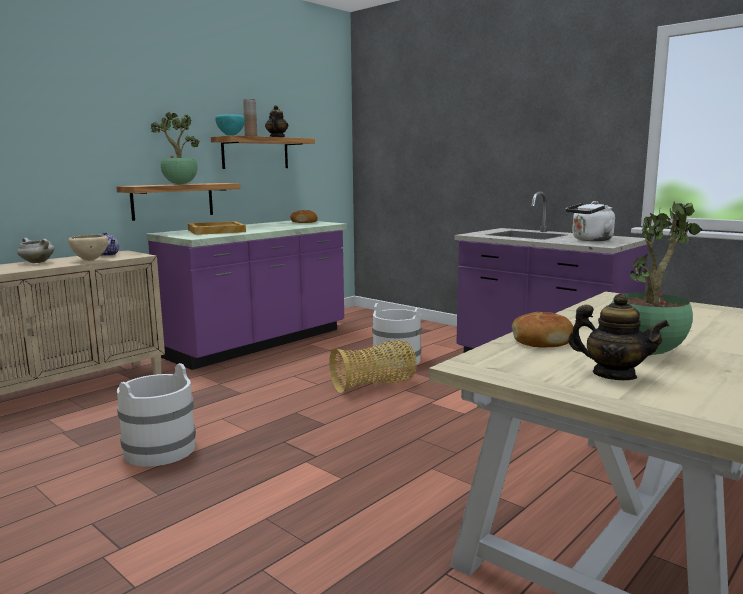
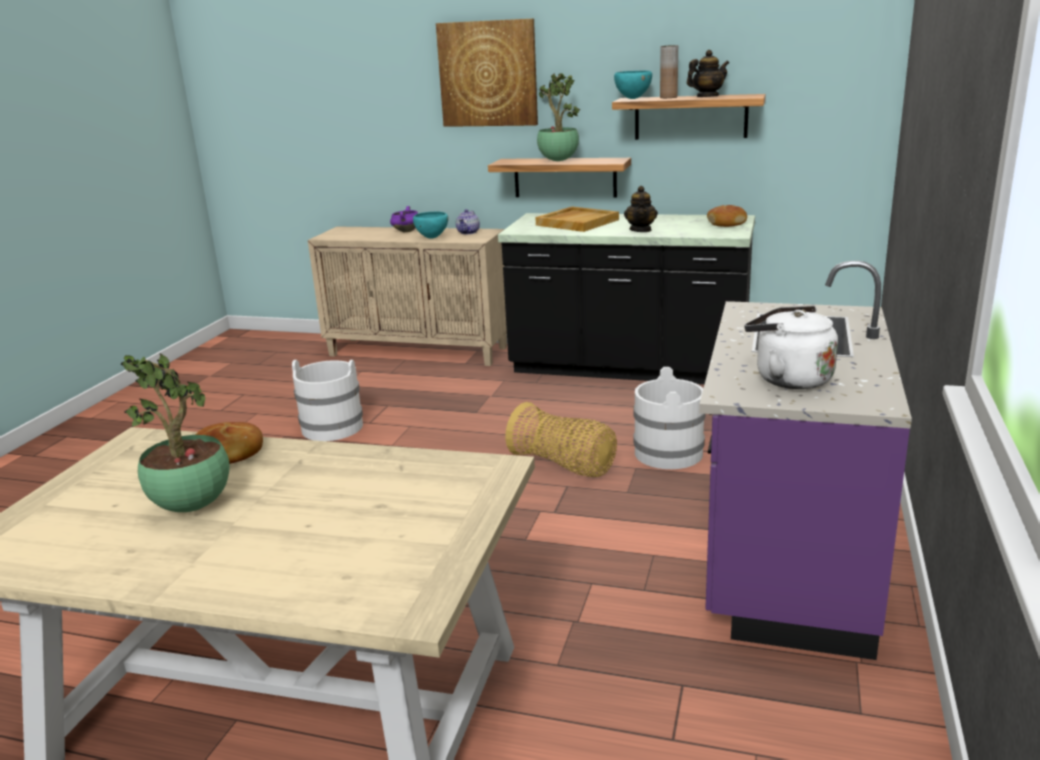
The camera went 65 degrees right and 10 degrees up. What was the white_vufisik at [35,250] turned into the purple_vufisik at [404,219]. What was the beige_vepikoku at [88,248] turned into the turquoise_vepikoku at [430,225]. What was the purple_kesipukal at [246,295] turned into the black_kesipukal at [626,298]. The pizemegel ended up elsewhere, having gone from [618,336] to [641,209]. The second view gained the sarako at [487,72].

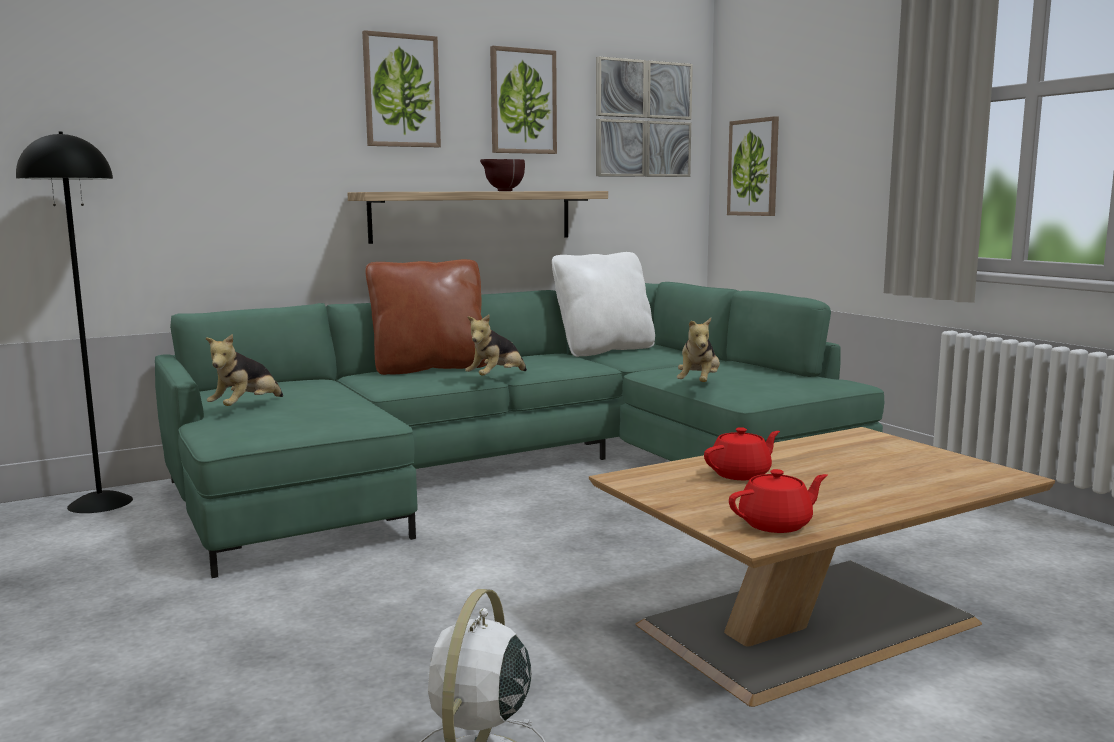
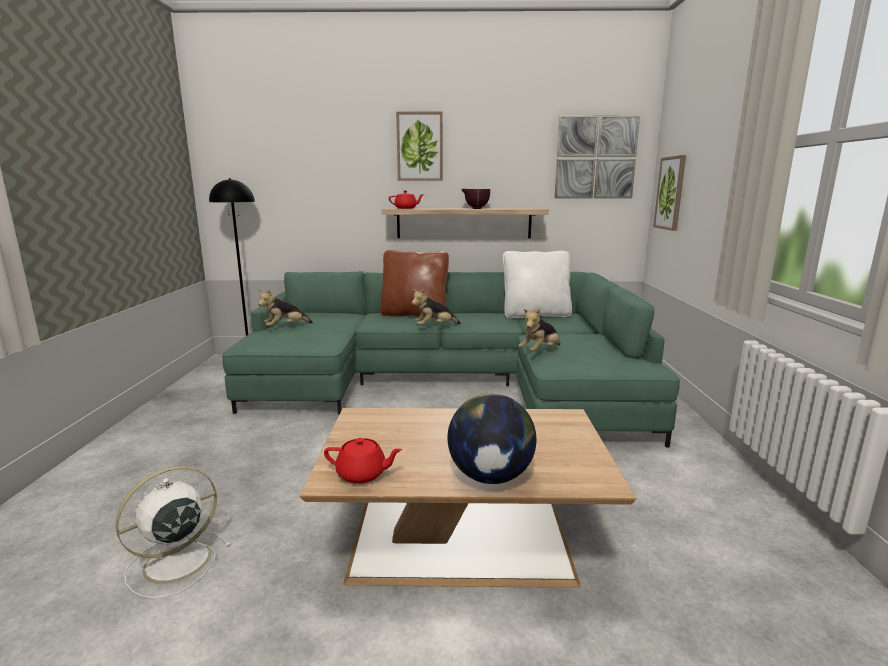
The camera went 30 degrees right and 5 degrees up. The second view lost the sarako at [523,100]. The red_pizemegel ended up elsewhere, having gone from [742,453] to [407,199]. The second view gained the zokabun at [491,439].

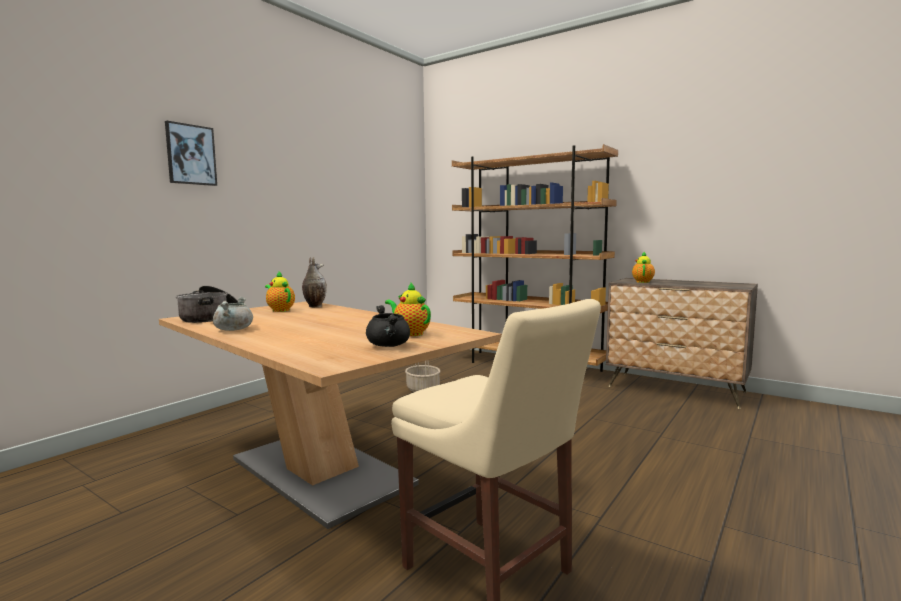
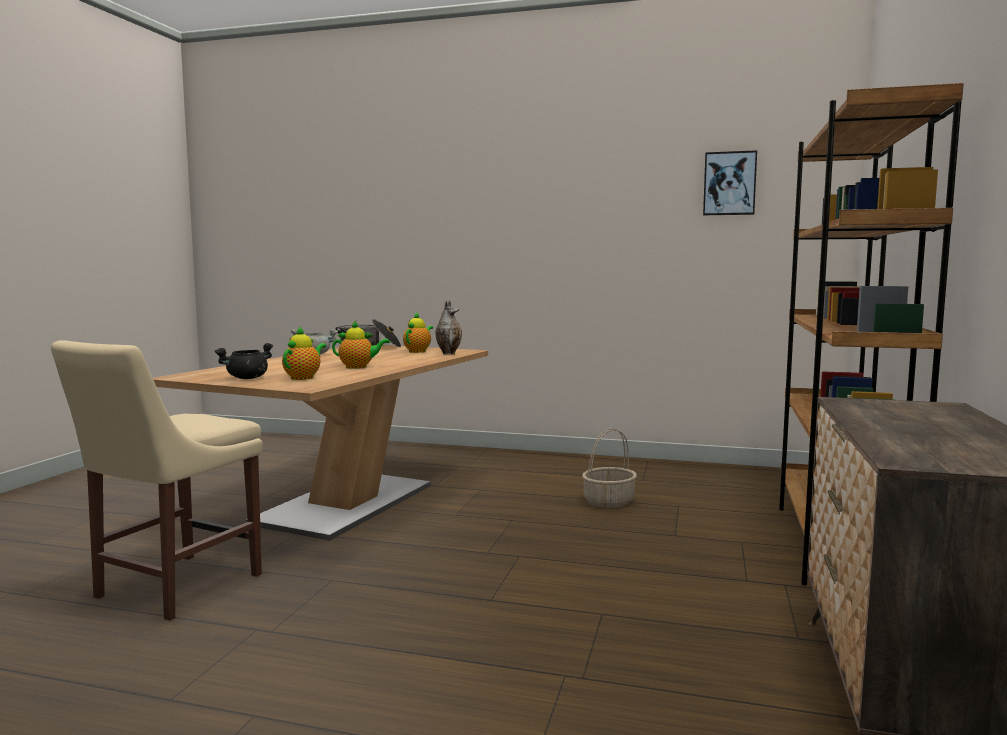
The camera went 70 degrees right and 0 degrees up. The sarako ended up elsewhere, having gone from [191,153] to [730,182]. The pizemegel ended up elsewhere, having gone from [643,267] to [361,345].

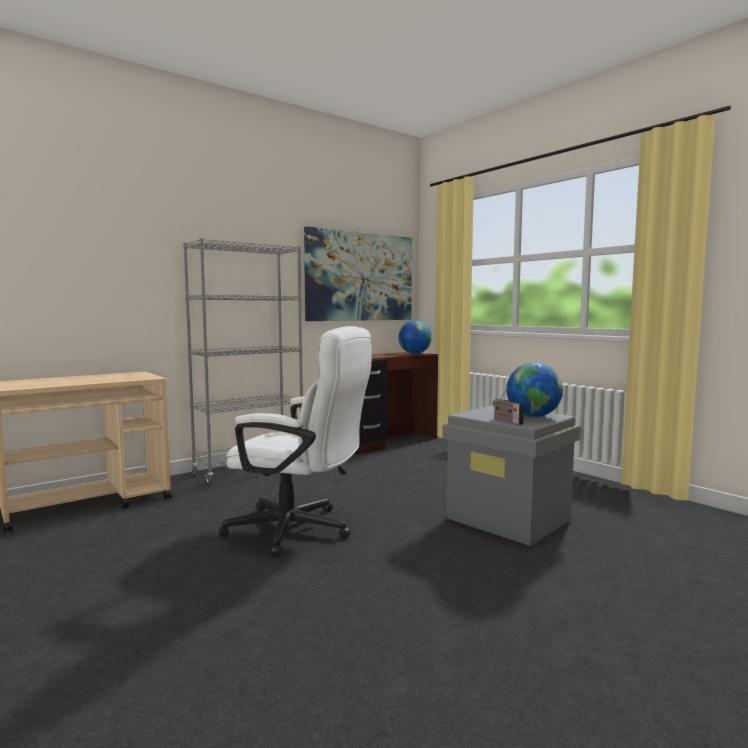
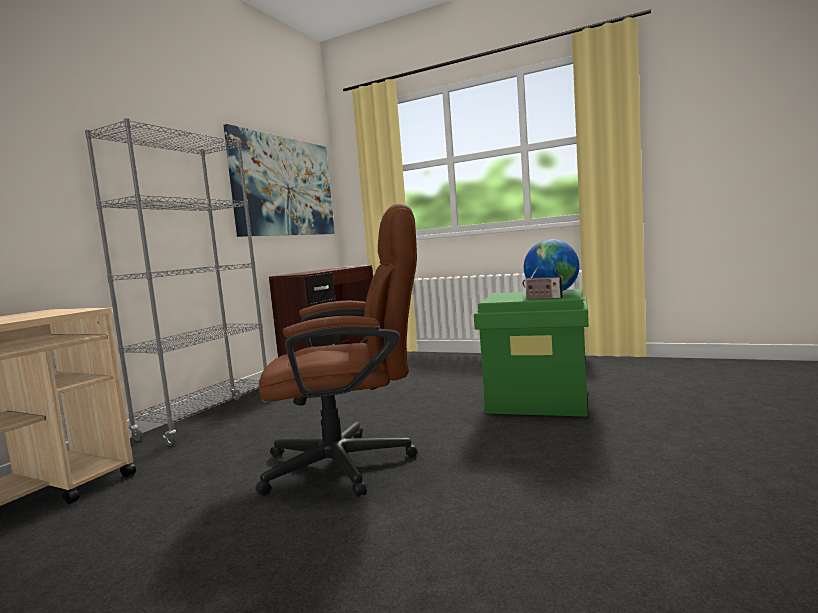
The camera went 25 degrees left and 0 degrees up. What was the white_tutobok at [295,441] turned into the brown_tutobok at [336,350]. The second view lost the zokabun at [415,337]. What was the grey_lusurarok at [511,475] turned into the green_lusurarok at [531,353].

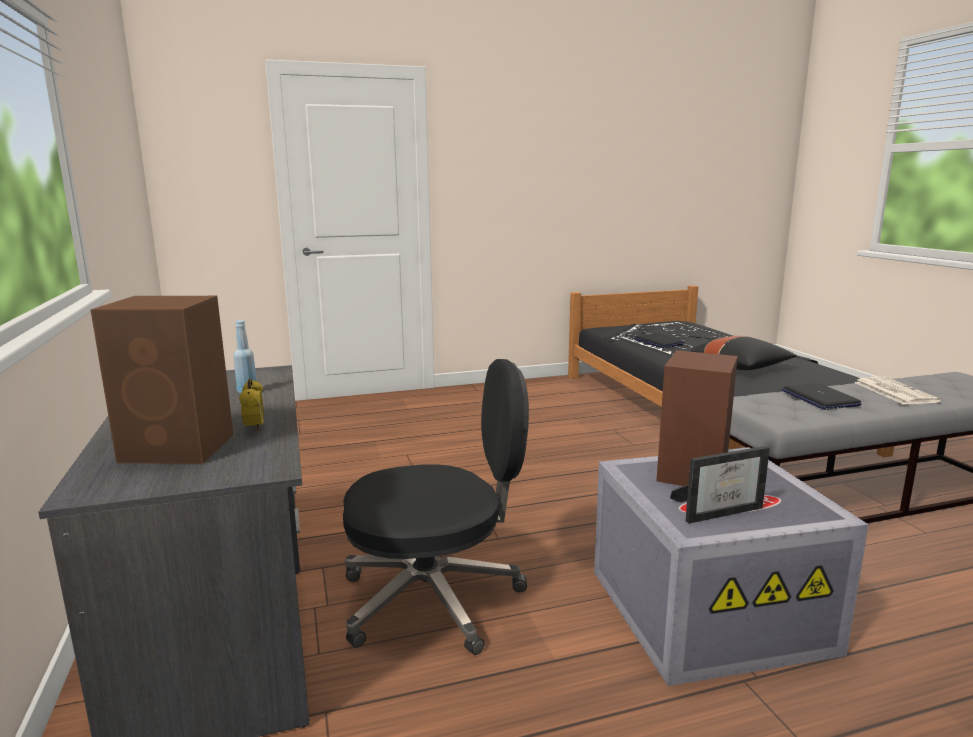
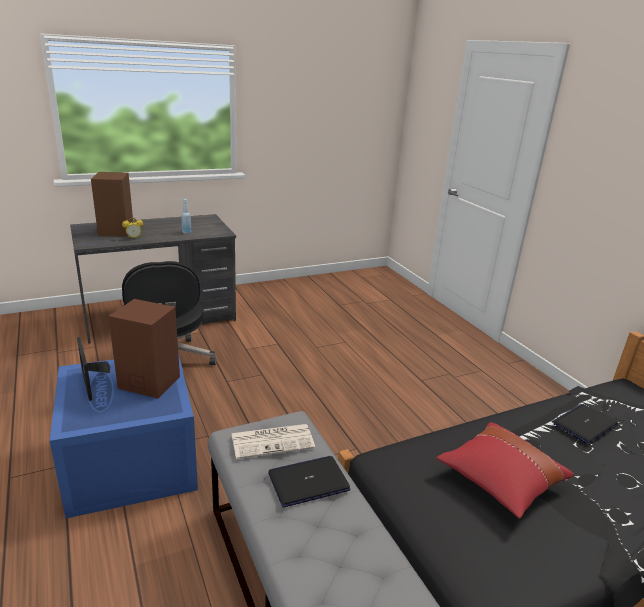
The camera went 80 degrees right and 10 degrees up. What was the grey_lusurarok at [731,566] turned into the blue_lusurarok at [124,436]. What was the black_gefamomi at [744,353] turned into the red_gefamomi at [505,470]. The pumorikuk ended up elsewhere, having gone from [897,390] to [273,441].

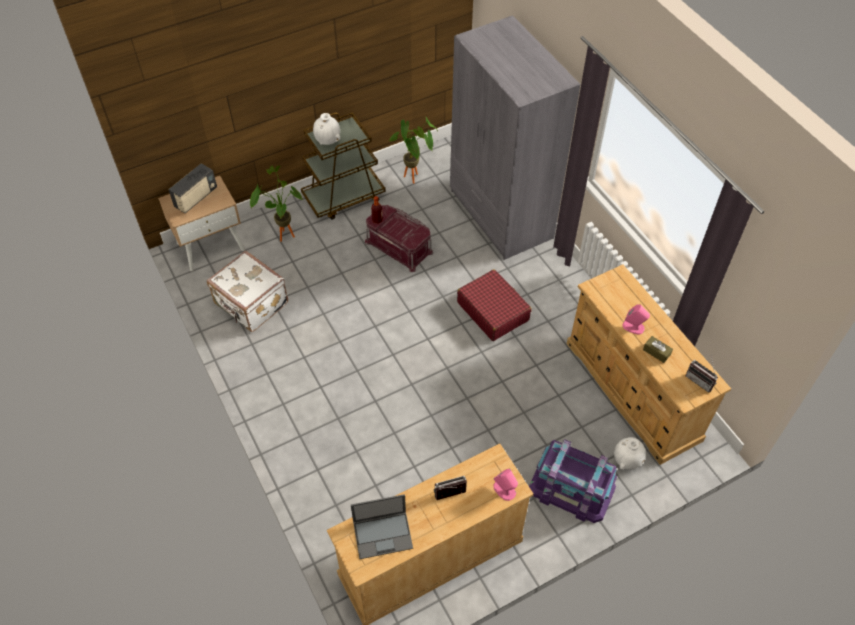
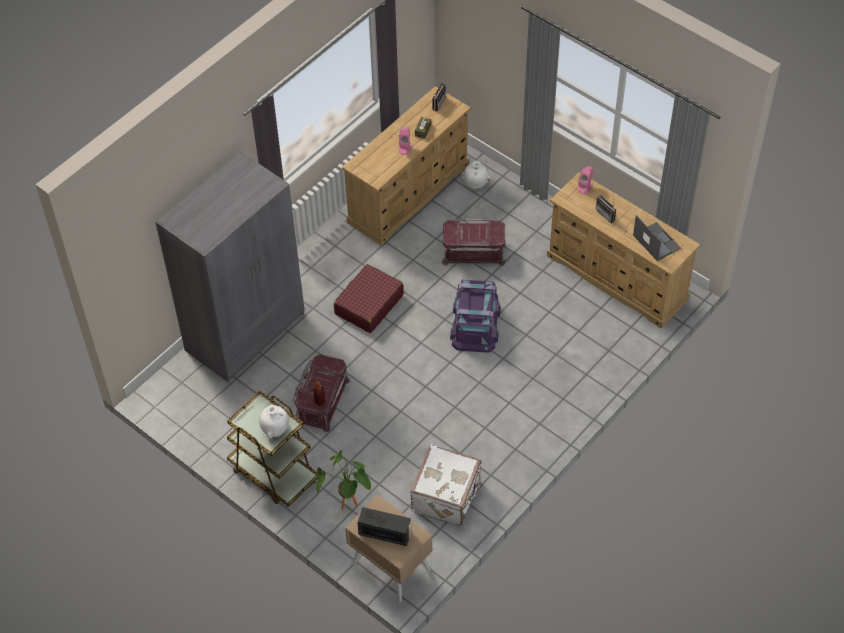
The camera went 110 degrees left and 0 degrees up. The second view lost the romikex at [413,150]. The purple_lusurarok ended up elsewhere, having gone from [573,481] to [475,316]. The second view gained the red_lusurarok at [474,242].

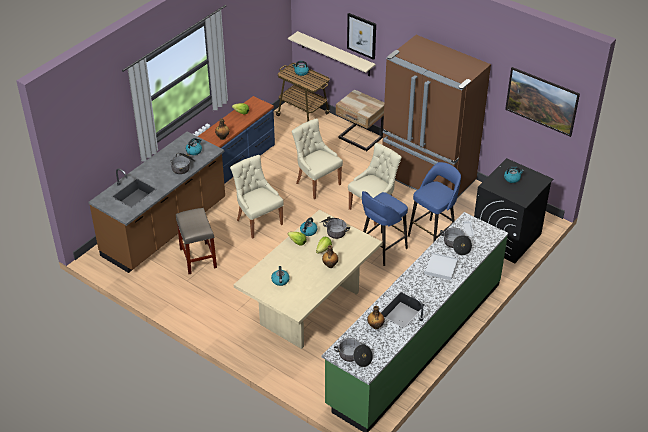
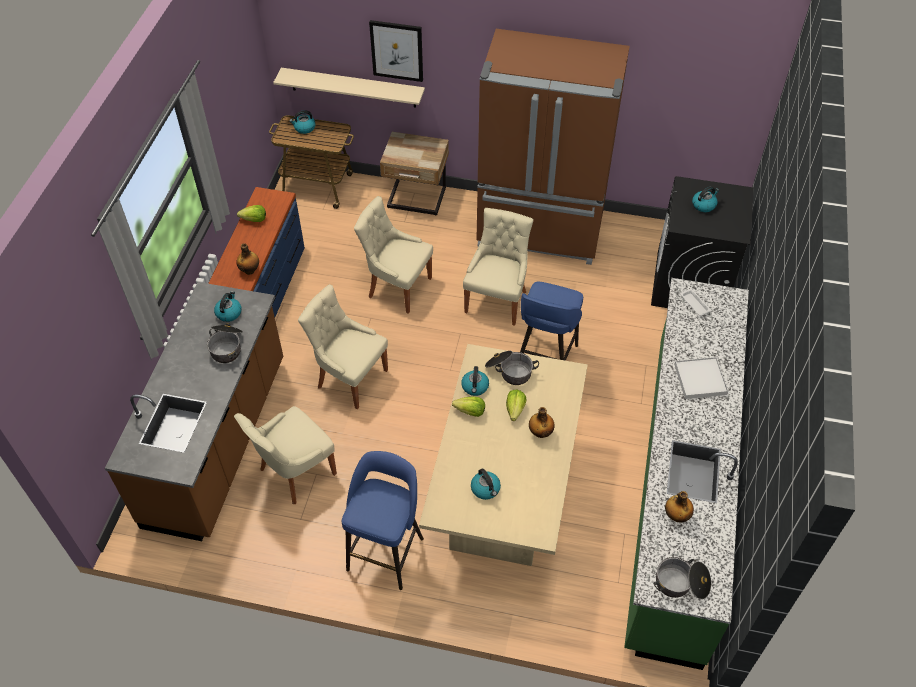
The camera went 25 degrees left and 10 degrees up. Where the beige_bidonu stood at [196,241], the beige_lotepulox came to stand at [285,455]. The blue_bidonu ended up elsewhere, having gone from [434,202] to [383,520]. The second view lost the vufisik at [456,241]. The second view lost the sarako at [542,102].

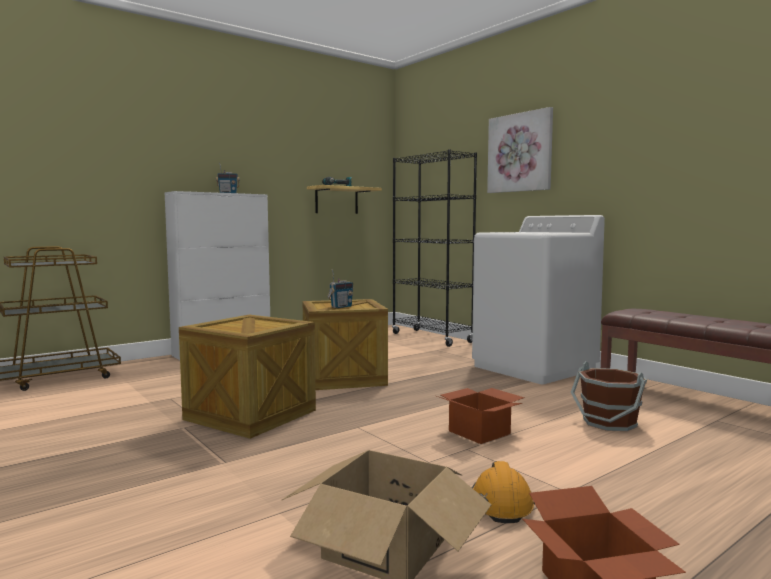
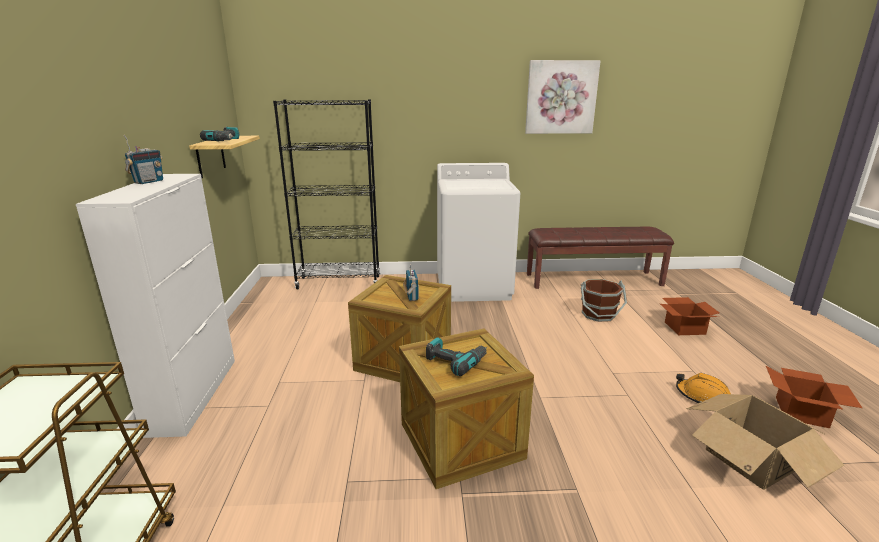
The camera went 55 degrees left and 15 degrees up. The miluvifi ended up elsewhere, having gone from [481,416] to [689,316]. The sarako ended up elsewhere, having gone from [520,150] to [563,97]. The second view gained the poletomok at [456,356].

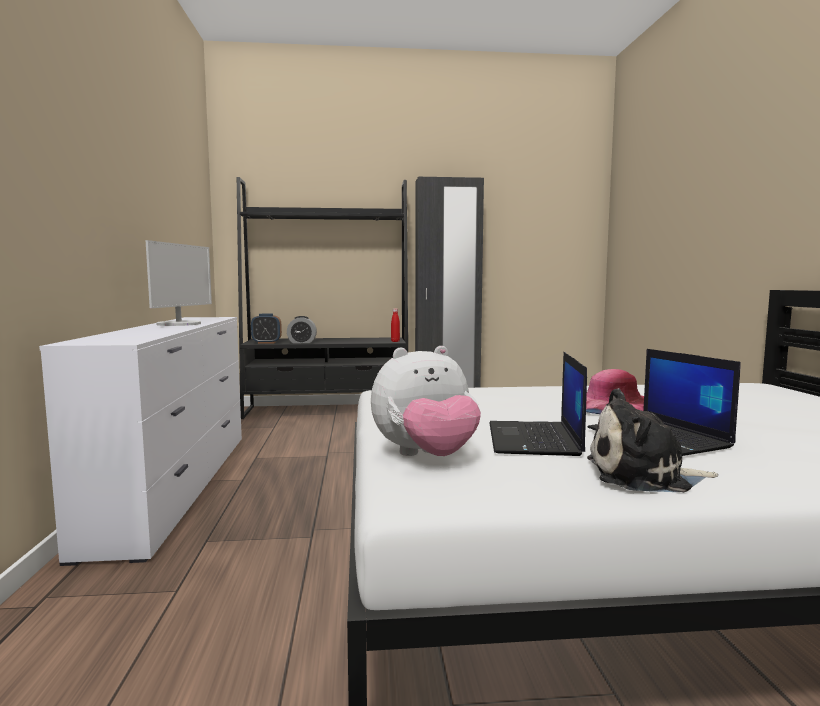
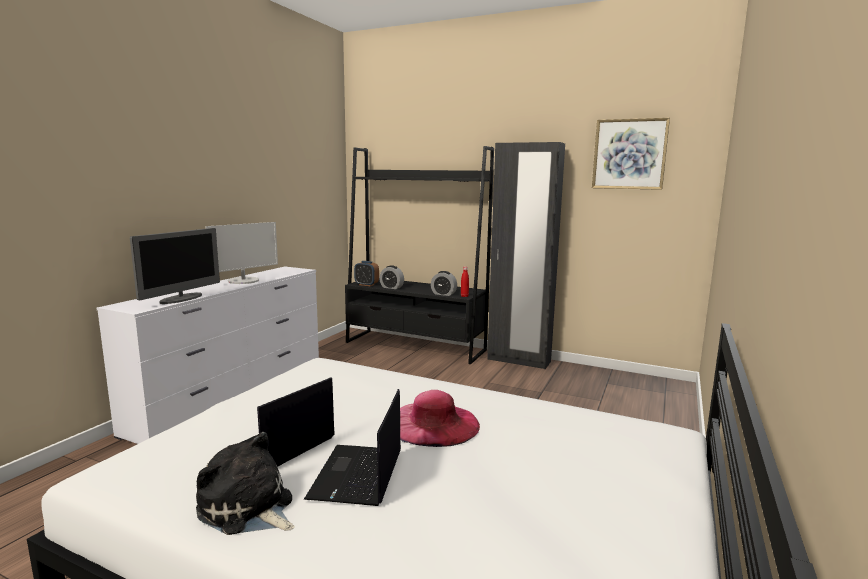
The camera went 30 degrees right and 5 degrees up. The second view lost the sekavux at [426,401]. The second view gained the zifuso at [175,266]. The second view gained the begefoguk at [444,283]. The second view gained the sarako at [631,154].

